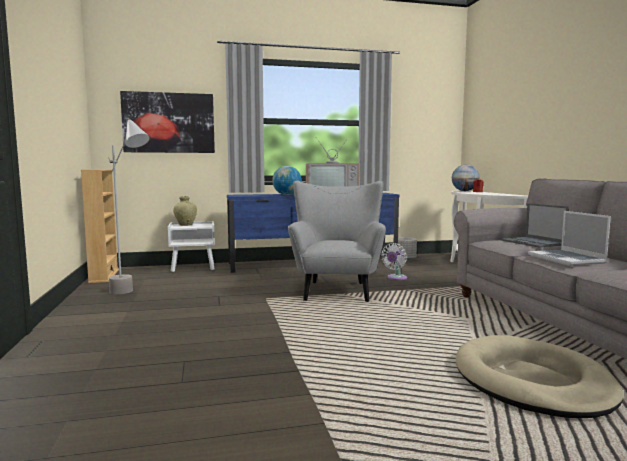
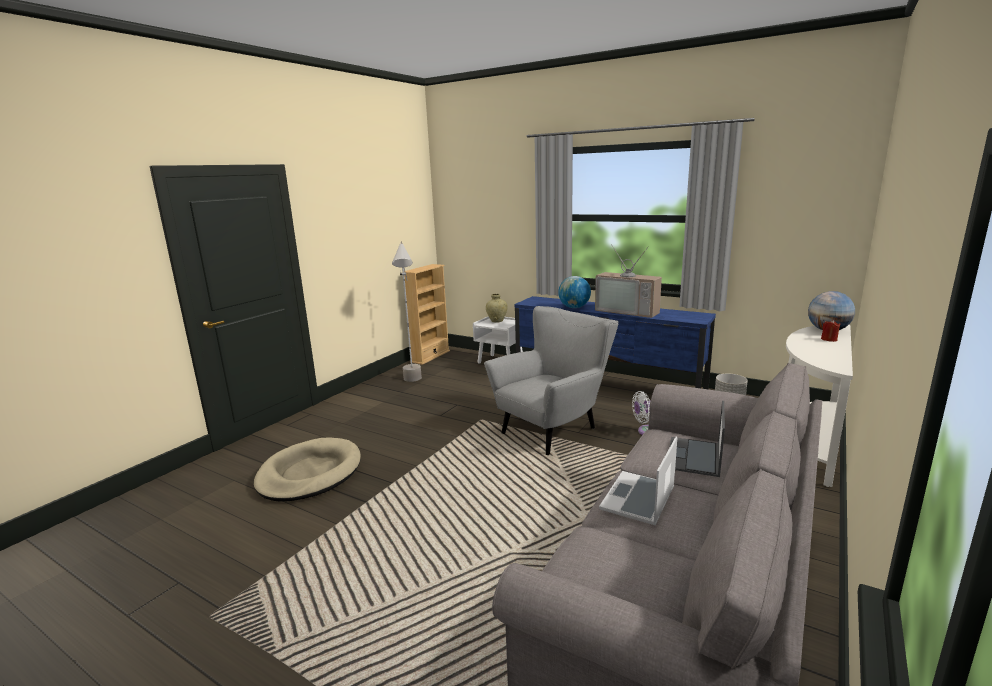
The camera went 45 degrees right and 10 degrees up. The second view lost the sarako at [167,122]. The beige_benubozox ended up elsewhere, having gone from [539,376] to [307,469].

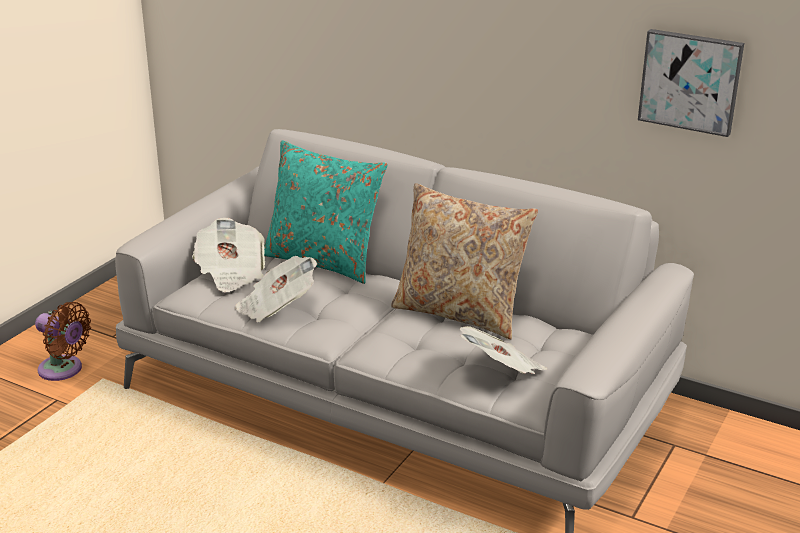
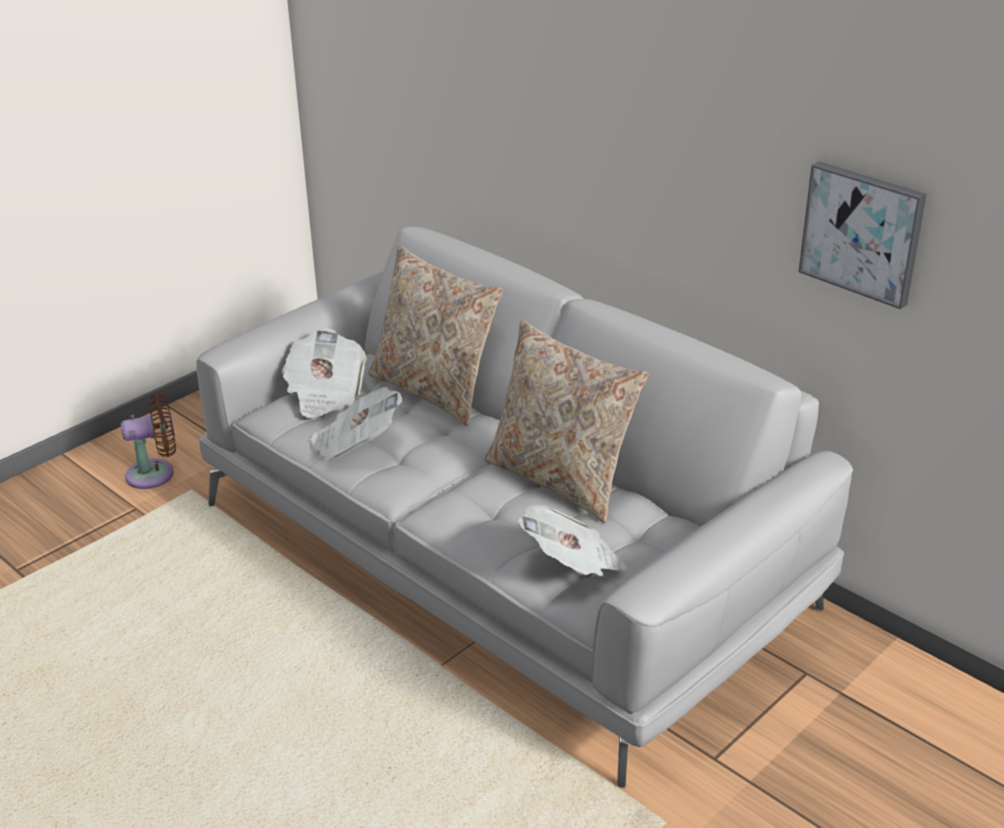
The camera went 15 degrees right and 5 degrees up. The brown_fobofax at [63,341] ended up facing another way, 60 degrees counterclockwise from before. What was the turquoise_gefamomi at [326,212] turned into the beige_gefamomi at [435,336].

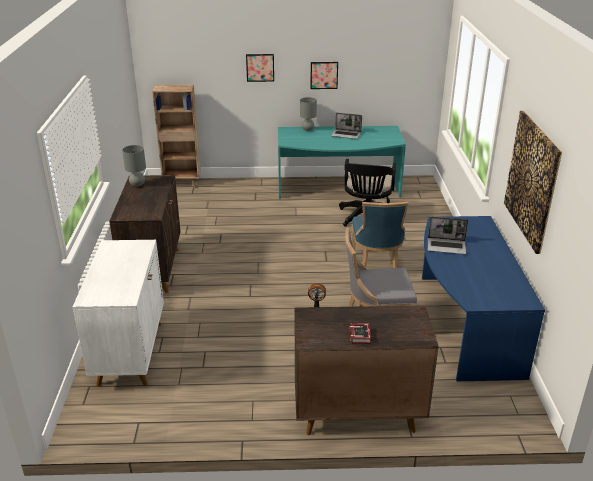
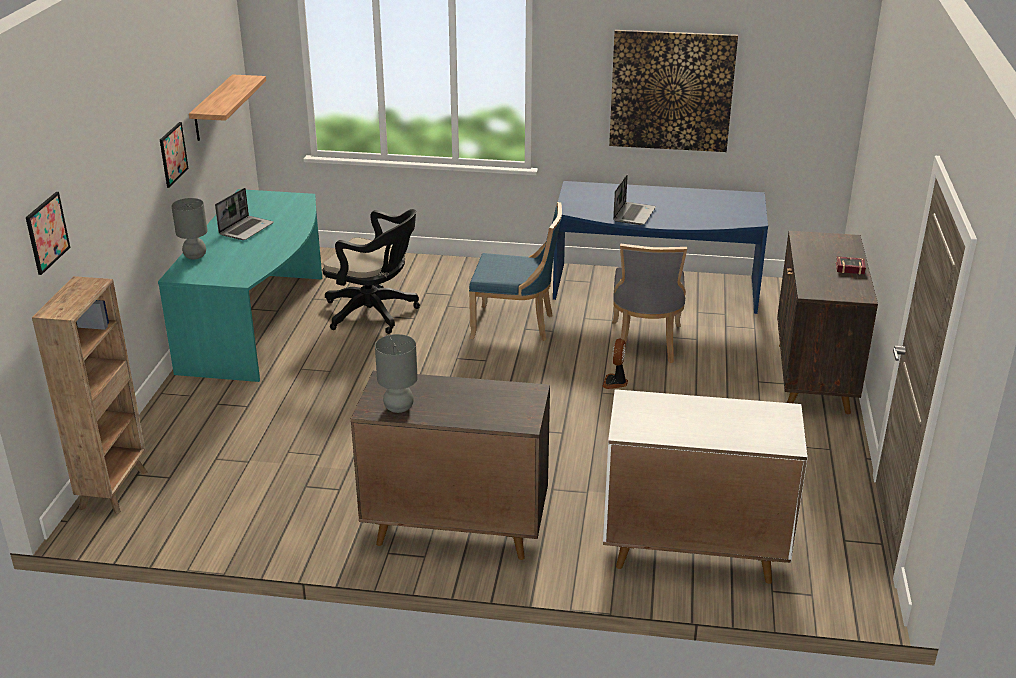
The camera went 80 degrees left and 0 degrees up. The sarako ended up elsewhere, having gone from [260,68] to [48,233]. The second view gained the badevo at [227,107].

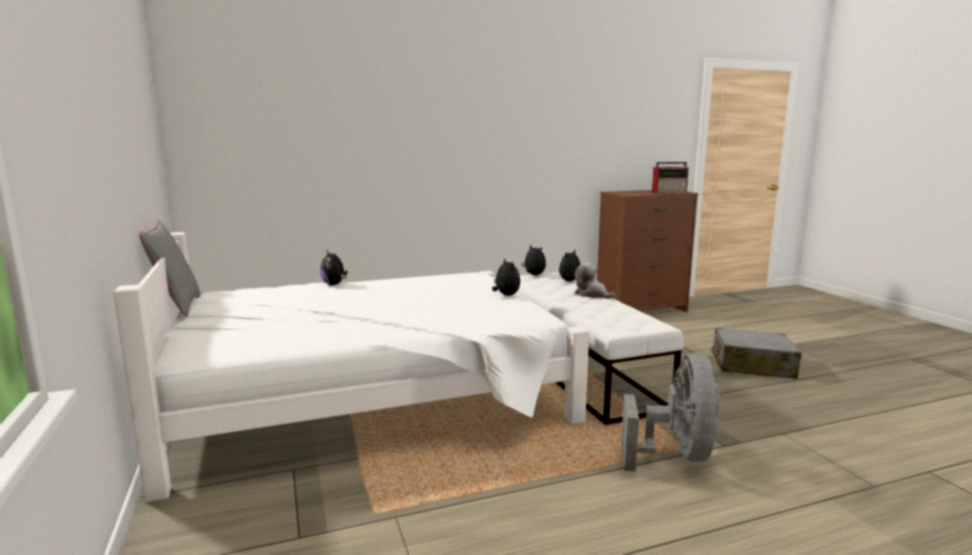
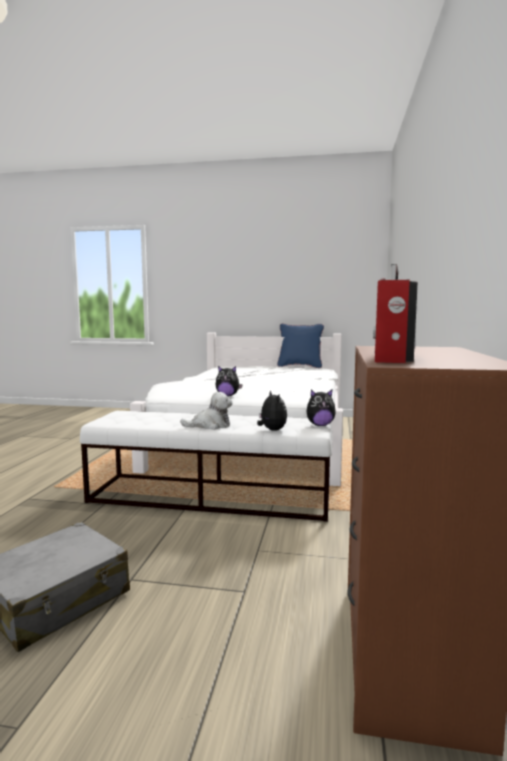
The camera went 120 degrees right and 5 degrees down. What was the grey_gefamomi at [170,269] turned into the blue_gefamomi at [300,345]. The second view lost the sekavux at [334,268]. The second view lost the grey_fobofax at [671,412].

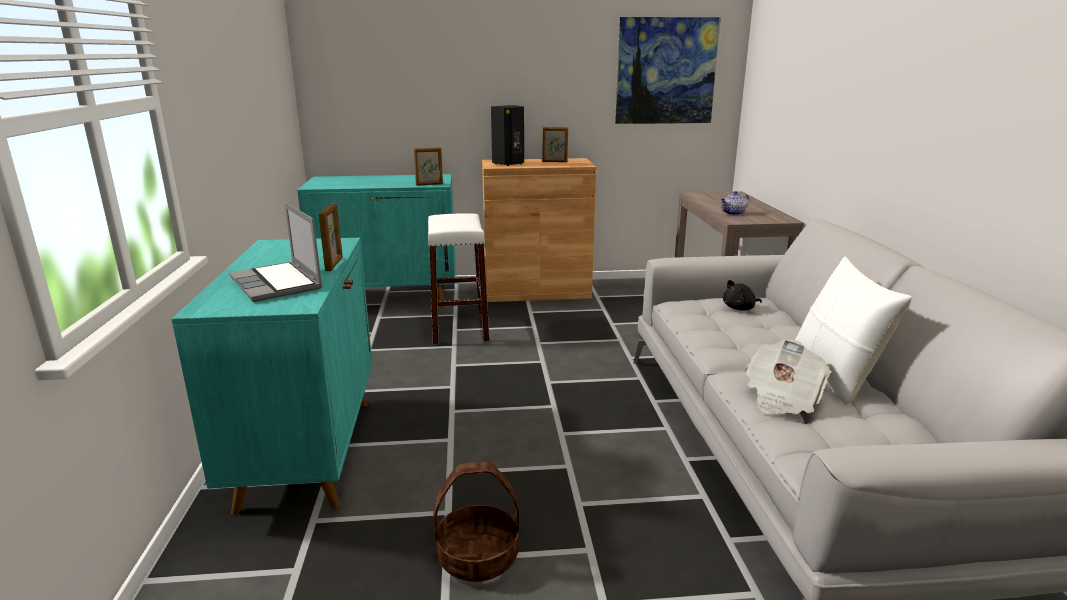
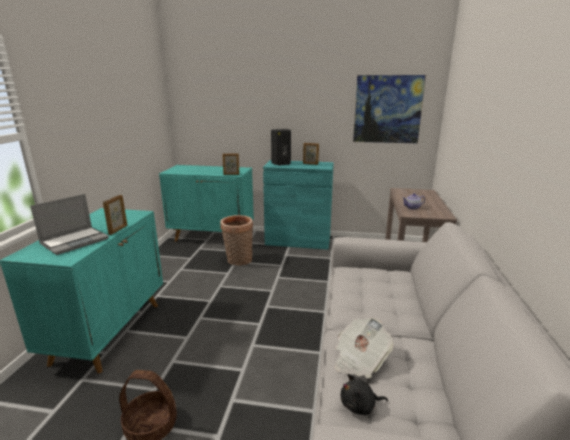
The camera went 15 degrees right and 0 degrees up. The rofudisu at [275,252] ended up facing another way, 120 degrees counterclockwise from before. Where the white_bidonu stood at [459,279], the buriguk came to stand at [236,240]. What was the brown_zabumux at [539,230] turned into the turquoise_zabumux at [298,205]. The black_sekavux ended up elsewhere, having gone from [742,295] to [364,394]. The second view lost the white_gefamomi at [853,330].

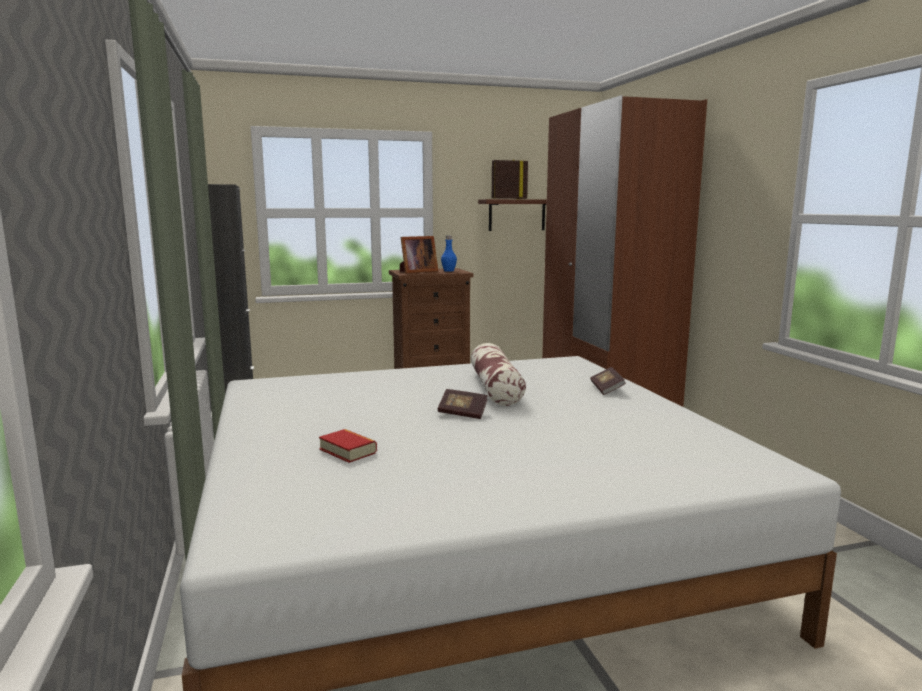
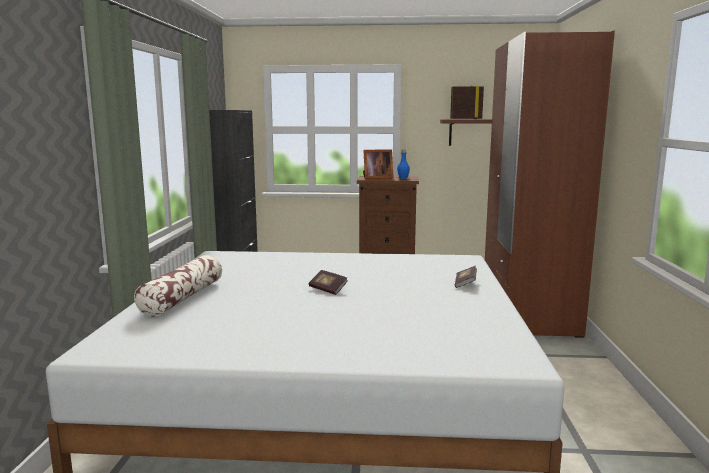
The camera went 20 degrees right and 0 degrees up. The second view lost the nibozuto at [348,446]. The gefamomi ended up elsewhere, having gone from [498,374] to [178,286].

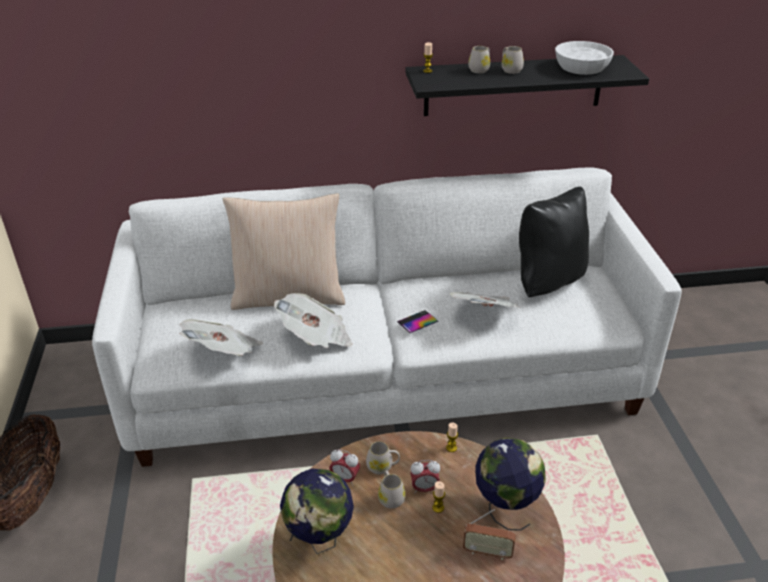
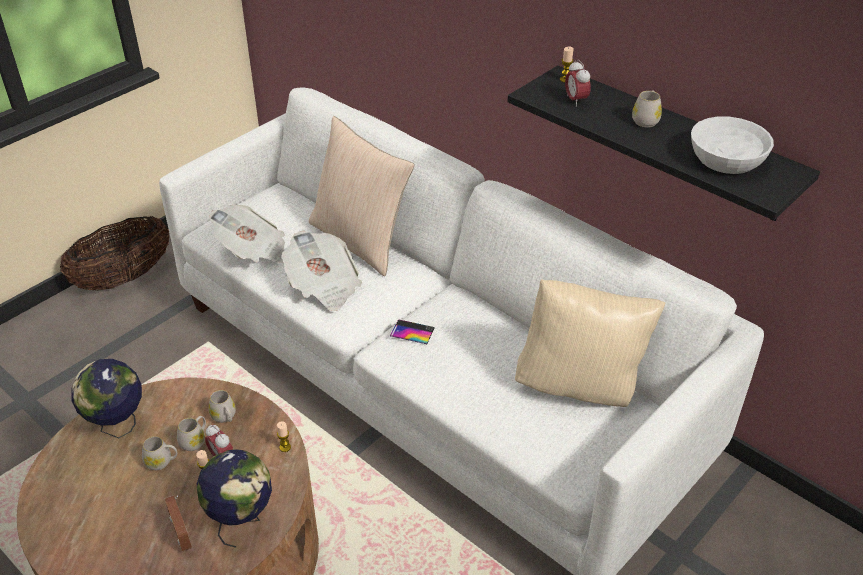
The camera went 50 degrees right and 5 degrees up. The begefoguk ended up elsewhere, having gone from [344,467] to [578,83]. The second view lost the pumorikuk at [485,300]. The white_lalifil ended up elsewhere, having gone from [479,59] to [160,453]. What was the black_gefamomi at [554,242] turned into the beige_gefamomi at [590,343].

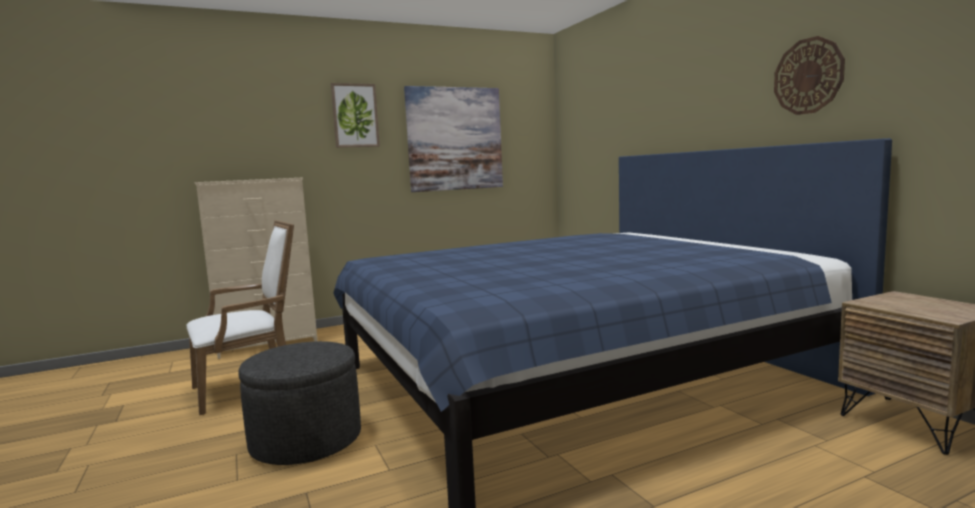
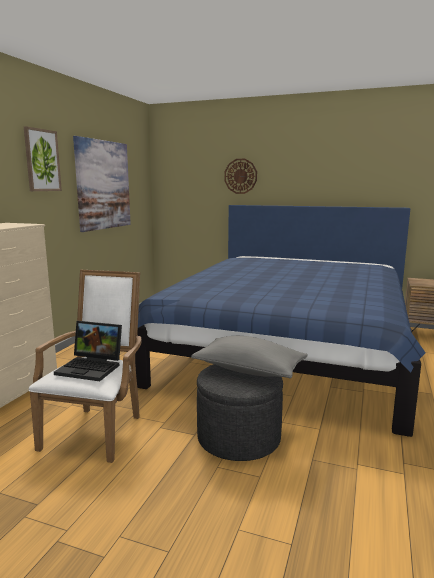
The camera went 45 degrees left and 5 degrees up. The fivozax ended up elsewhere, having gone from [809,75] to [240,176]. The second view gained the rofudisu at [88,351]. The second view gained the grey_gefamomi at [249,357].

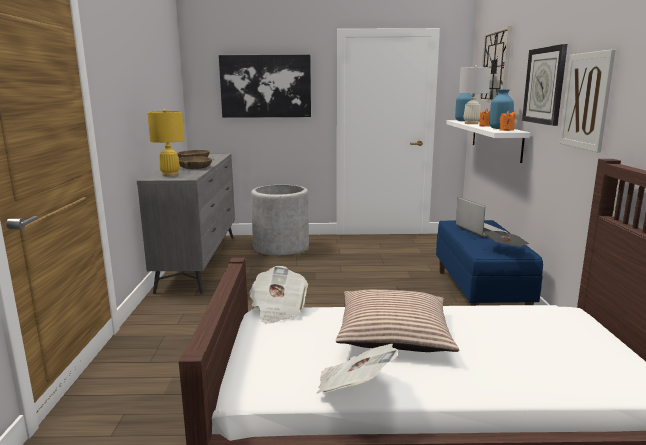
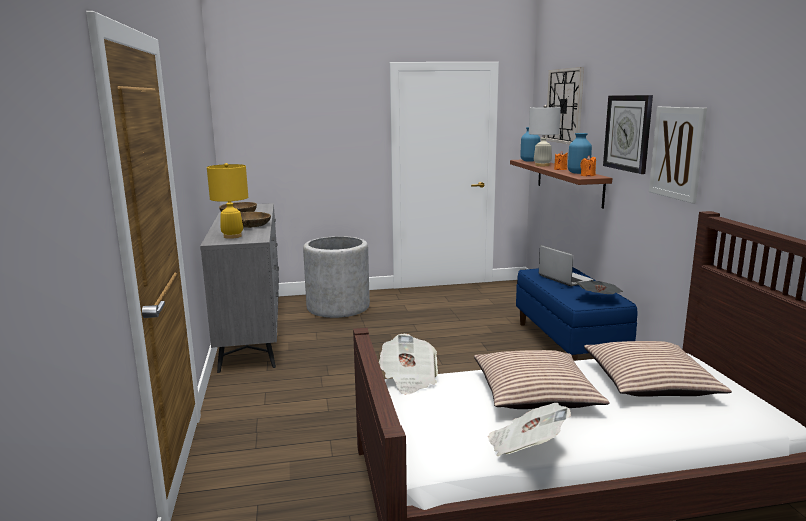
The camera went 10 degrees left and 0 degrees up. The second view lost the sarako at [265,86]. What was the white_badevo at [488,141] turned into the brown_badevo at [561,184]. The second view gained the gefamomi at [658,369].

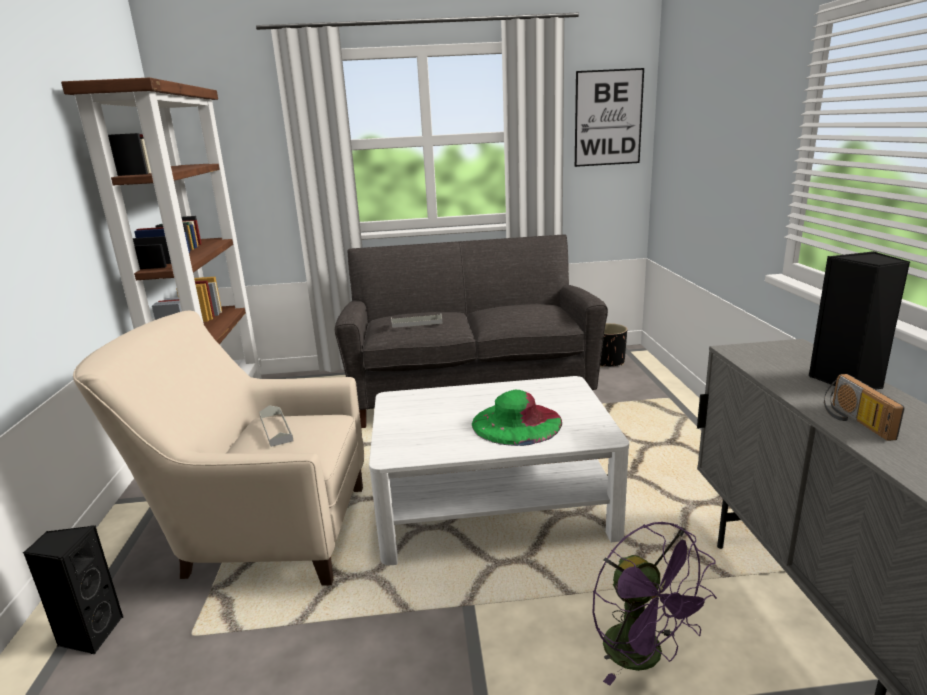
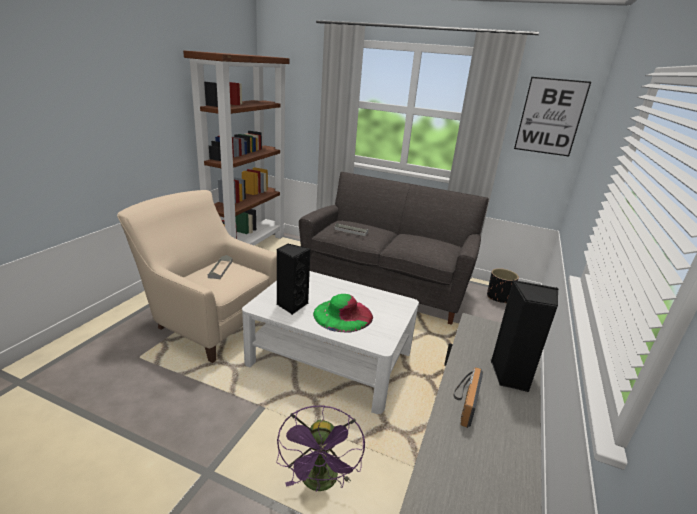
The camera went 25 degrees right and 5 degrees up. The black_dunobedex ended up elsewhere, having gone from [73,590] to [294,279].

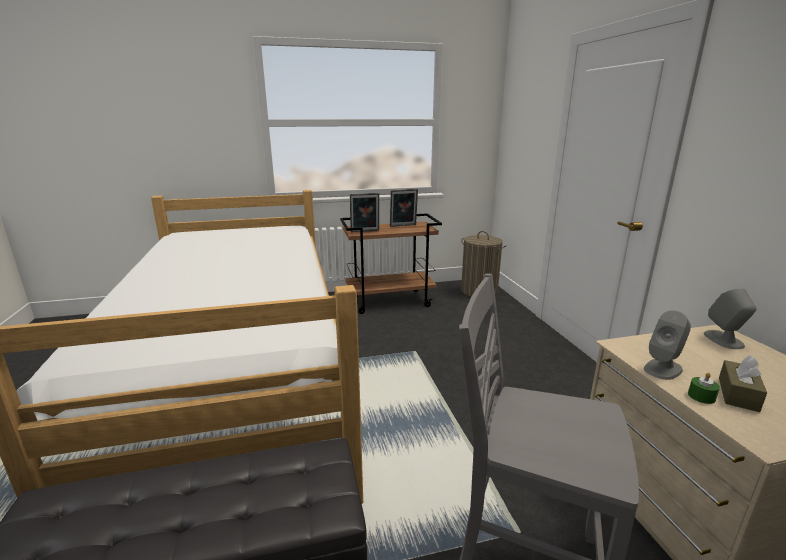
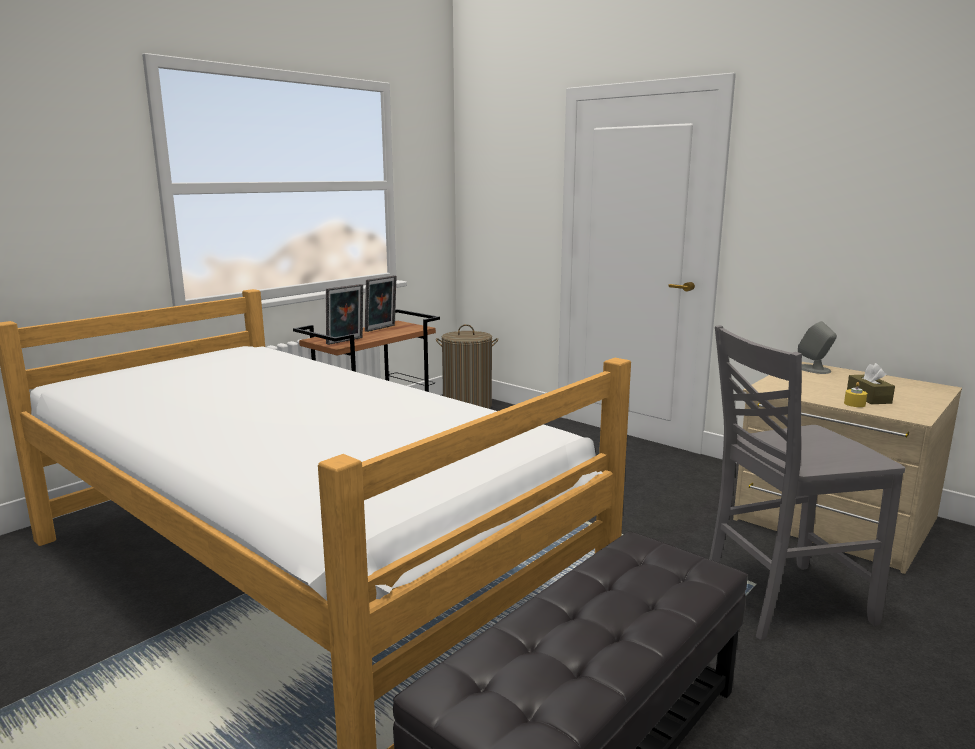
The camera went 35 degrees left and 5 degrees down. The second view lost the grey_dunobedex at [667,345]. What was the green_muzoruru at [704,388] turned into the yellow_muzoruru at [855,394].

